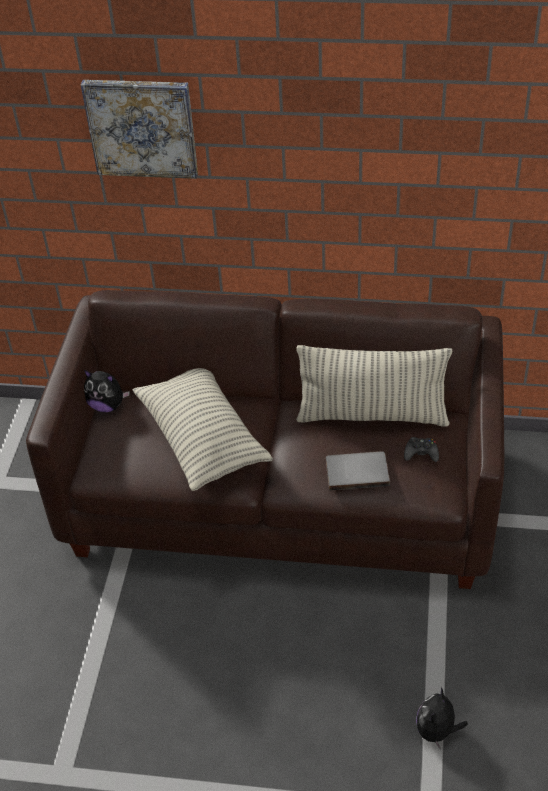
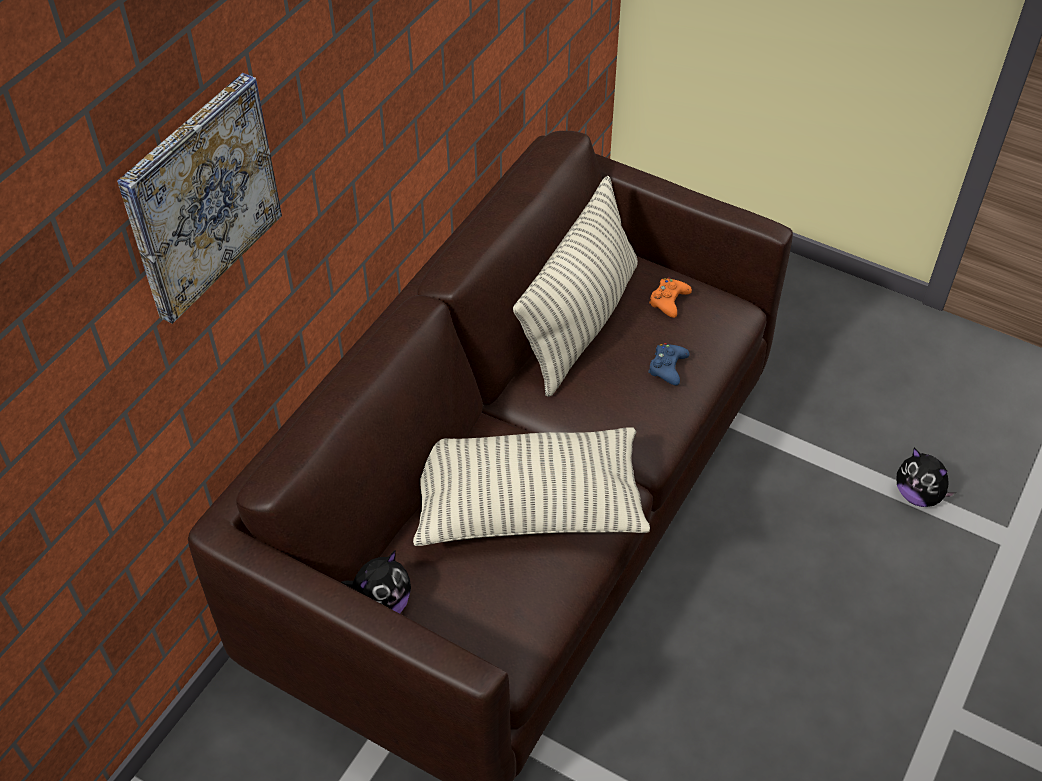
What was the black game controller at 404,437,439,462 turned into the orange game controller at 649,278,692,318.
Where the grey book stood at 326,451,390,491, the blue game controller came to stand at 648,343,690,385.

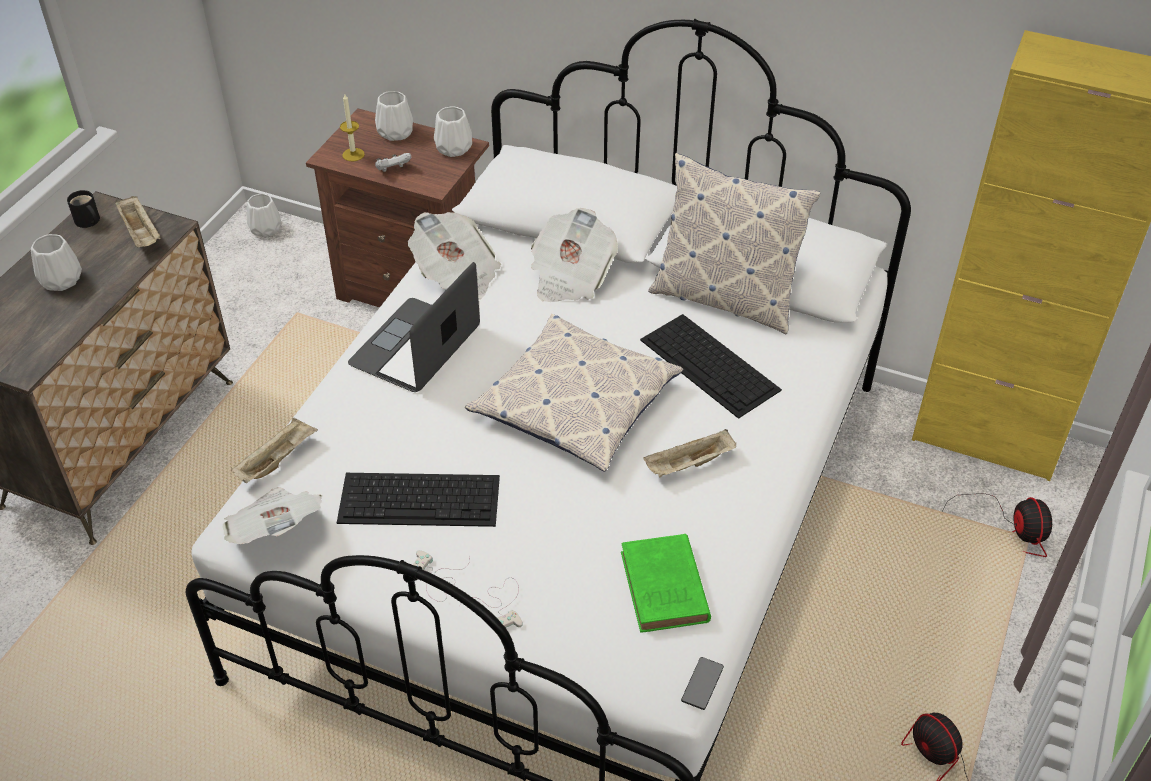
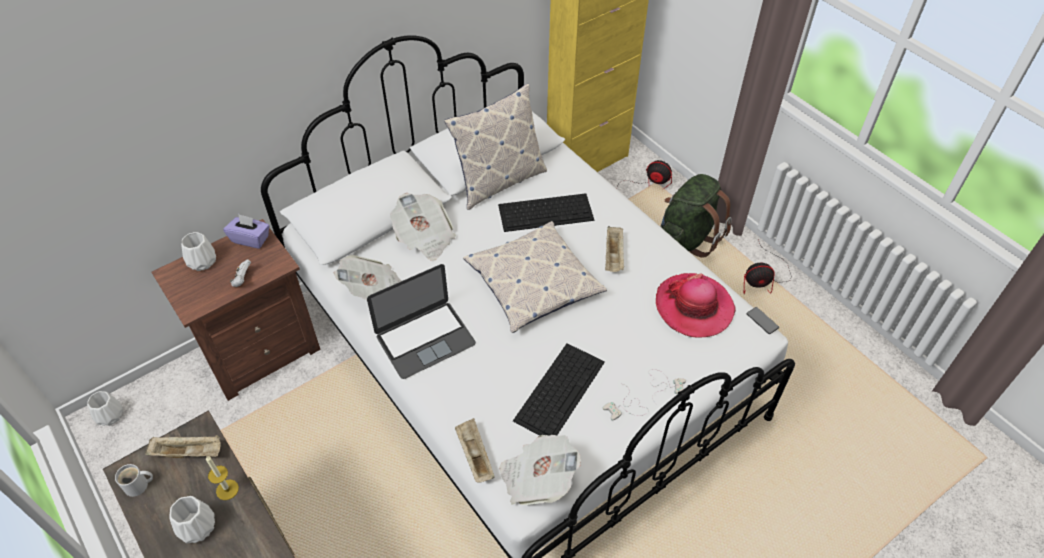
The candle ended up elsewhere, having gone from 340,94,365,161 to 206,456,239,500.
Where the white vase stood at 434,106,472,157, the purple tissue box came to stand at 223,214,270,249.
What was the black mug at 67,190,100,228 turned into the white mug at 115,464,153,497.
The laptop at 348,262,480,392 ended up facing another way, 90 degrees counterclockwise from before.
Where the green book stood at 621,534,711,633, the hat came to stand at 656,273,736,337.
The second view gained the green backpack at 661,174,732,258.

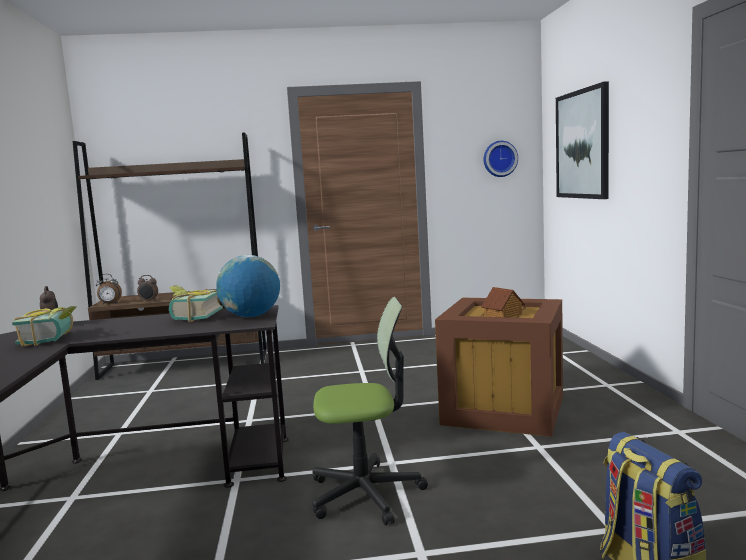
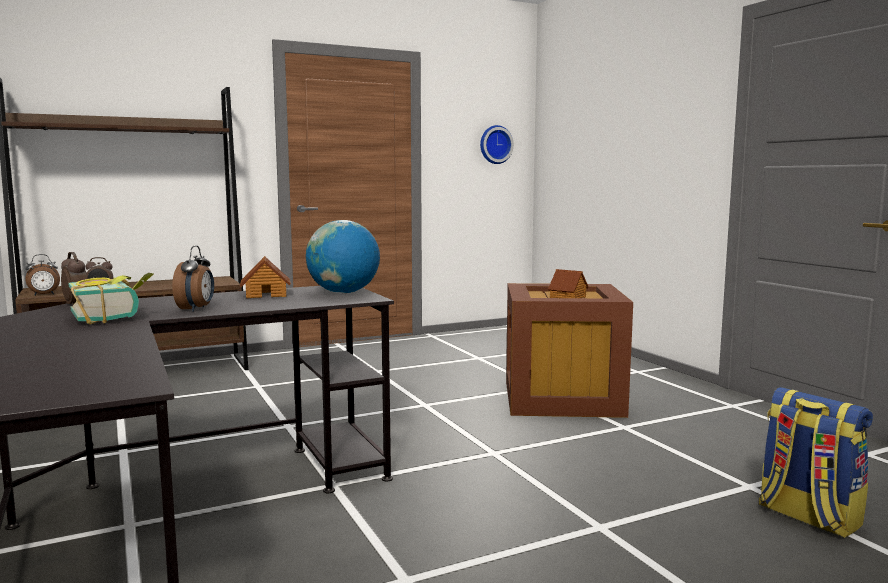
The second view lost the picture at 556,81,609,199.
Where the book stood at 169,285,223,322, the toy house came to stand at 240,256,291,298.
The second view lost the office chair at 312,297,428,525.
The second view gained the alarm clock at 172,245,214,312.

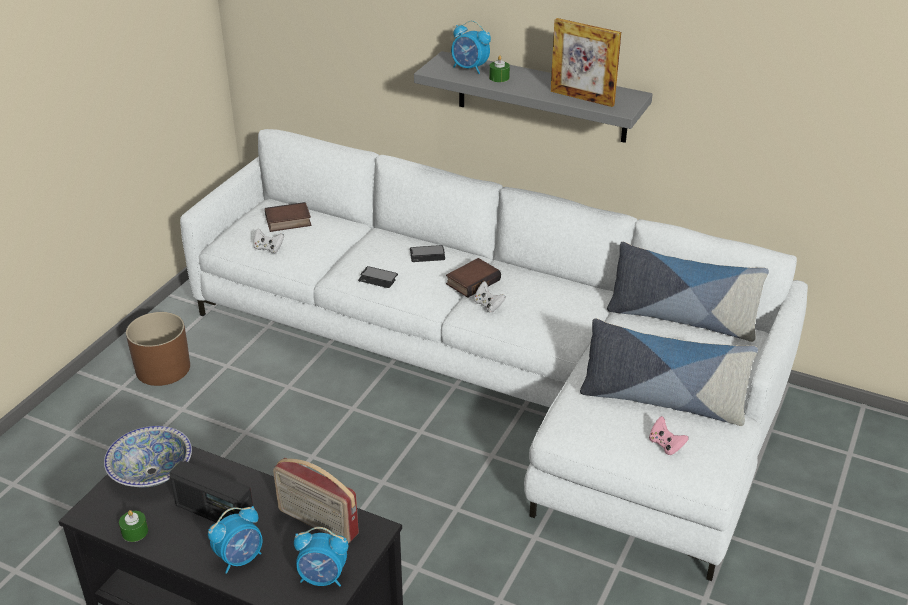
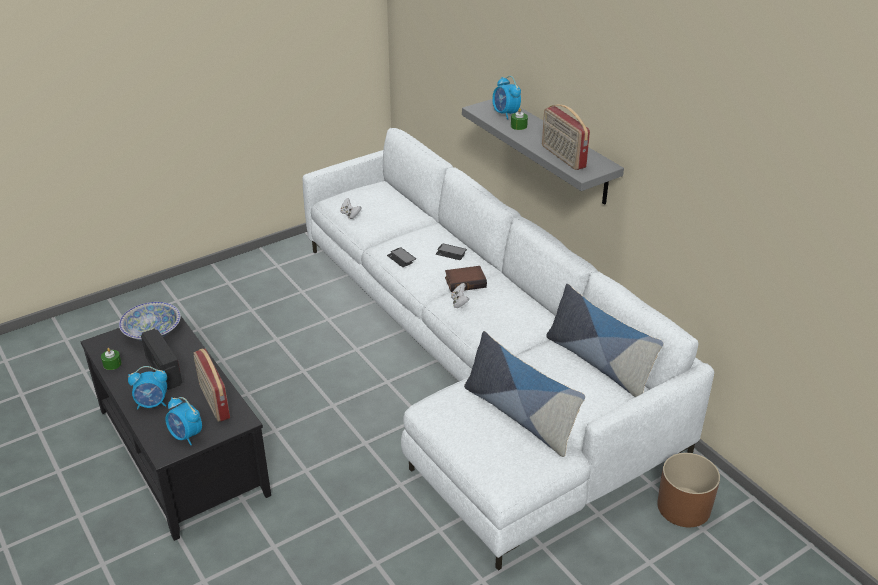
Where the picture frame stood at 551,18,621,107, the radio came to stand at 542,104,590,170.
The second view lost the book at 265,202,311,232.
The brown planter ended up elsewhere, having gone from 126,312,190,386 to 657,453,720,527.
The second view lost the pink game controller at 649,416,688,455.

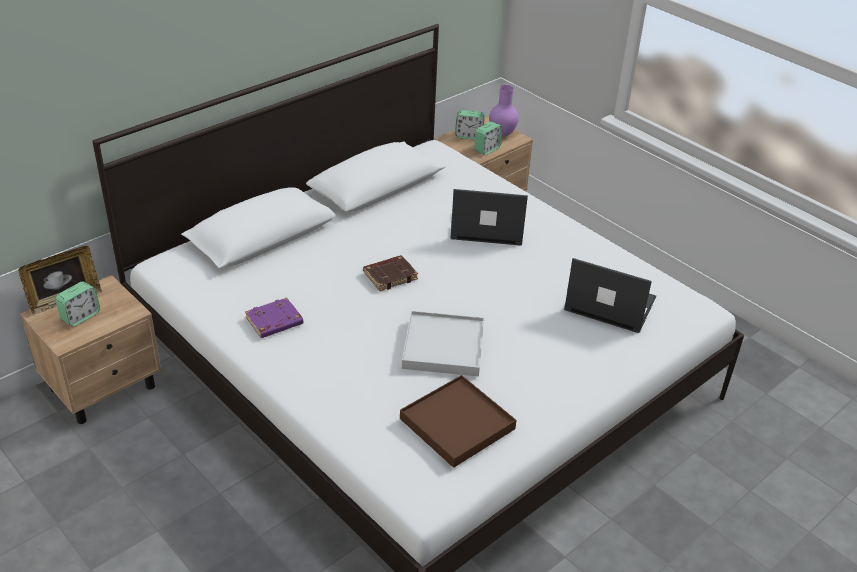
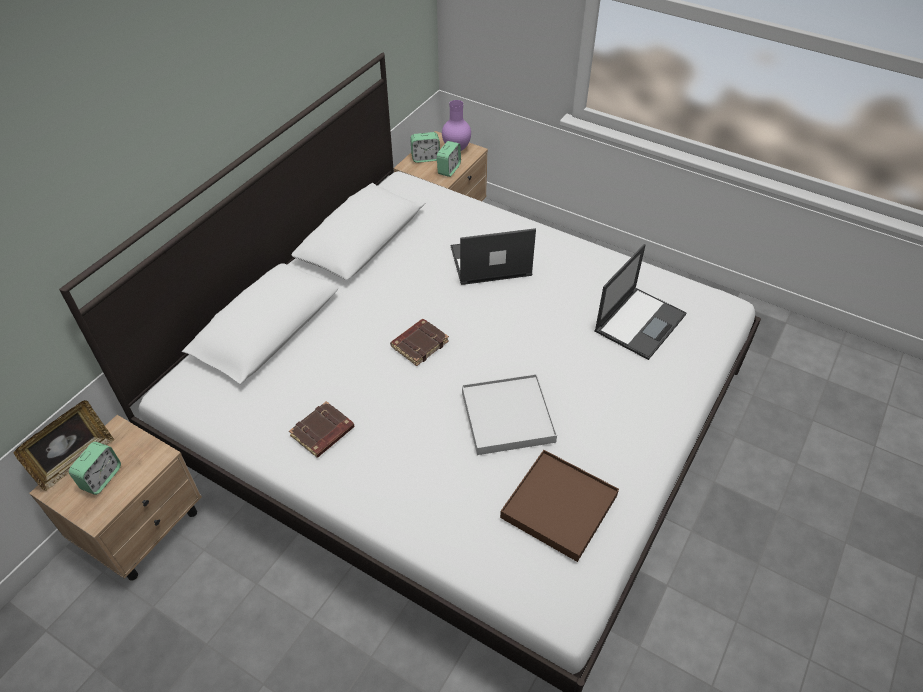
The laptop at 564,258,656,333 ended up facing another way, 120 degrees clockwise from before.
What was the purple book at 245,297,303,338 turned into the brown book at 289,401,354,458.

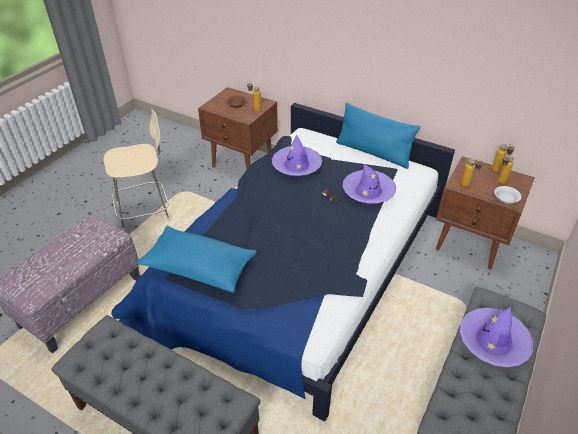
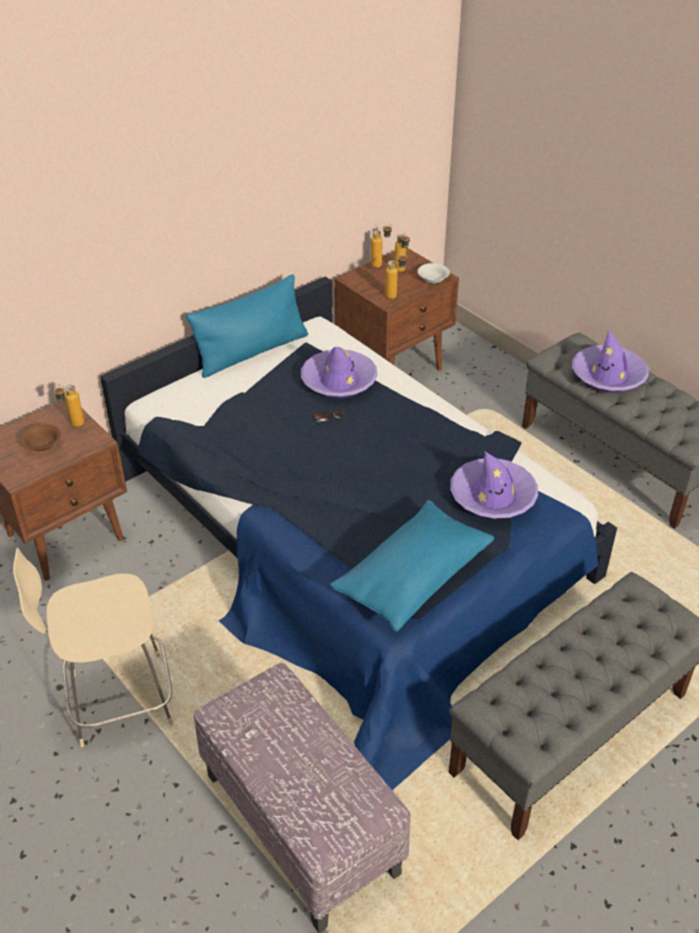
The beige chair at 104,109,170,232 ended up facing another way, 105 degrees counterclockwise from before.
The purple hat ended up elsewhere, having gone from 272,134,322,177 to 450,452,538,519.

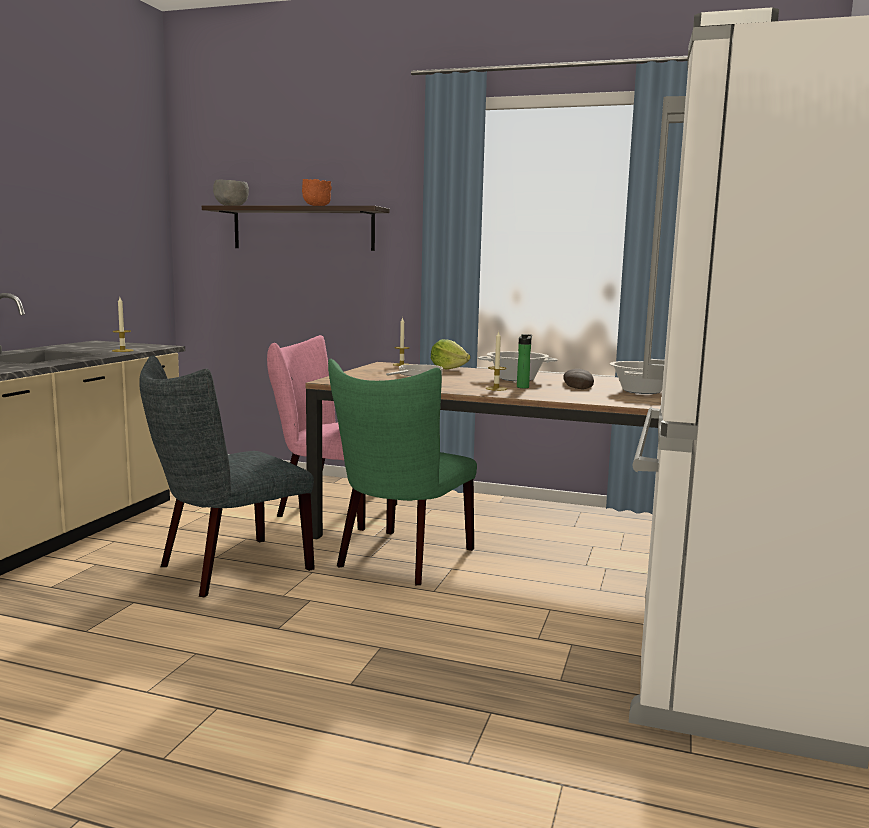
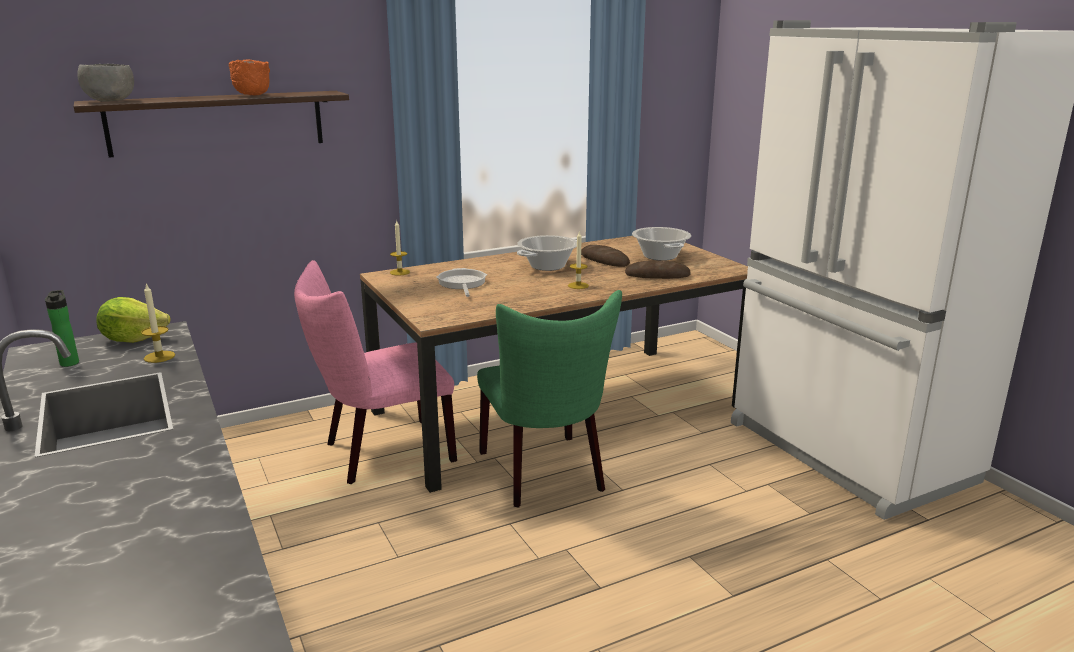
The bottle ended up elsewhere, having gone from 517,334,532,388 to 45,290,79,367.
The lettuce ended up elsewhere, having gone from 431,339,470,369 to 96,297,171,343.
The second view lost the grey chair at 139,355,315,597.
The second view gained the bread at 625,260,691,279.

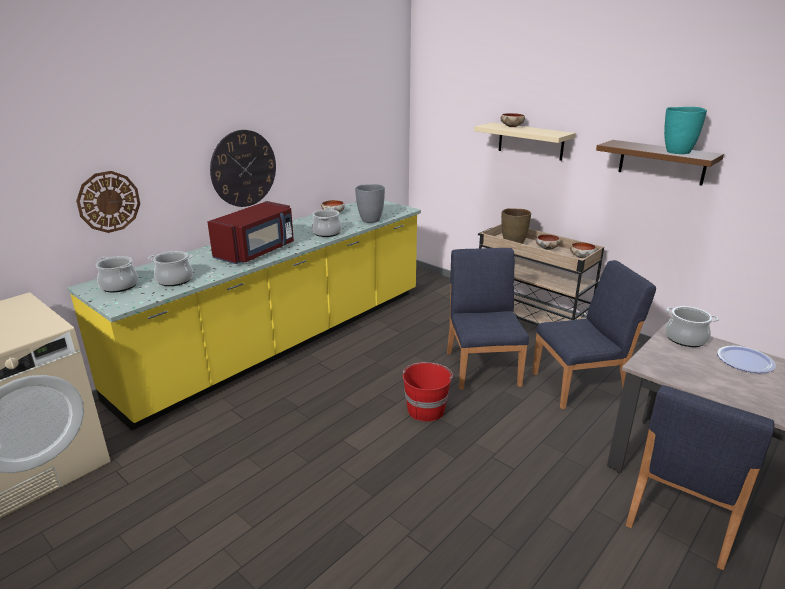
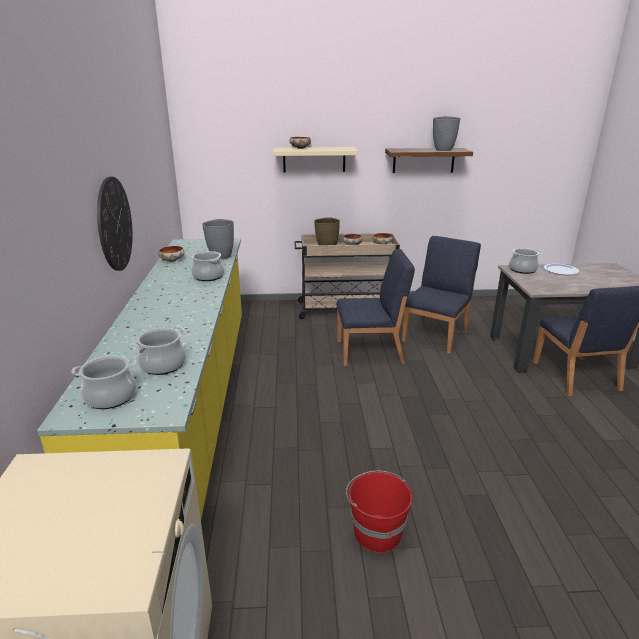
What was the turquoise vase at 664,107,707,154 turned into the grey vase at 433,116,460,151.
The second view lost the wall clock at 76,171,140,233.
The second view lost the red microwave at 207,201,294,264.
The blue chair at 447,248,529,390 ended up facing another way, 135 degrees clockwise from before.
The red bucket ended up elsewhere, having gone from 403,362,453,422 to 346,471,412,553.

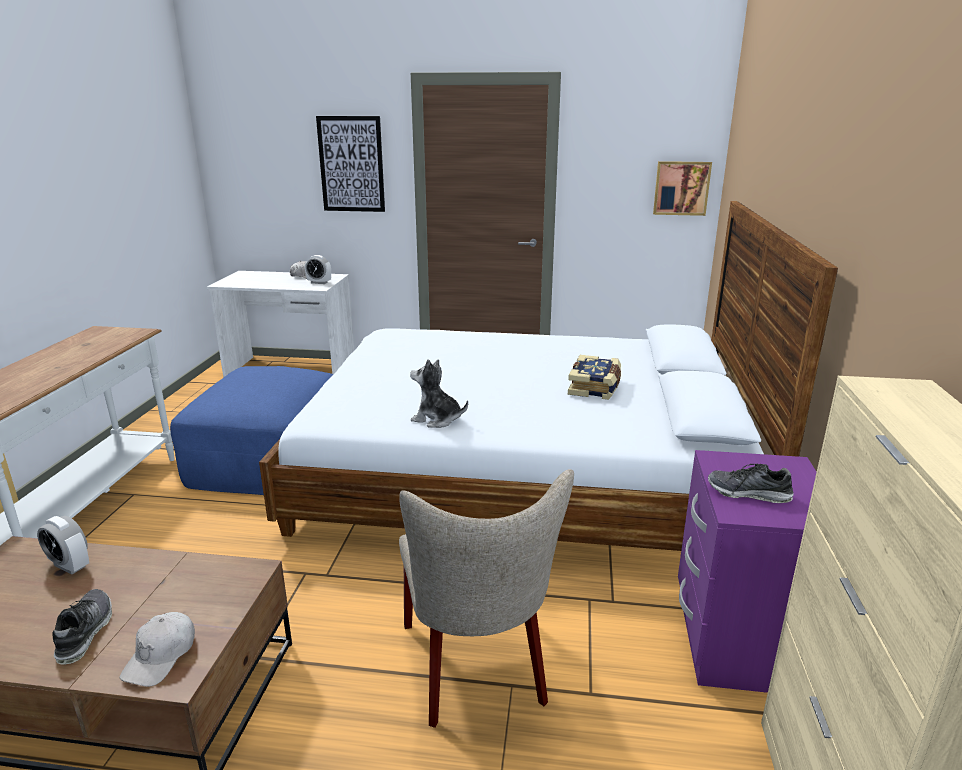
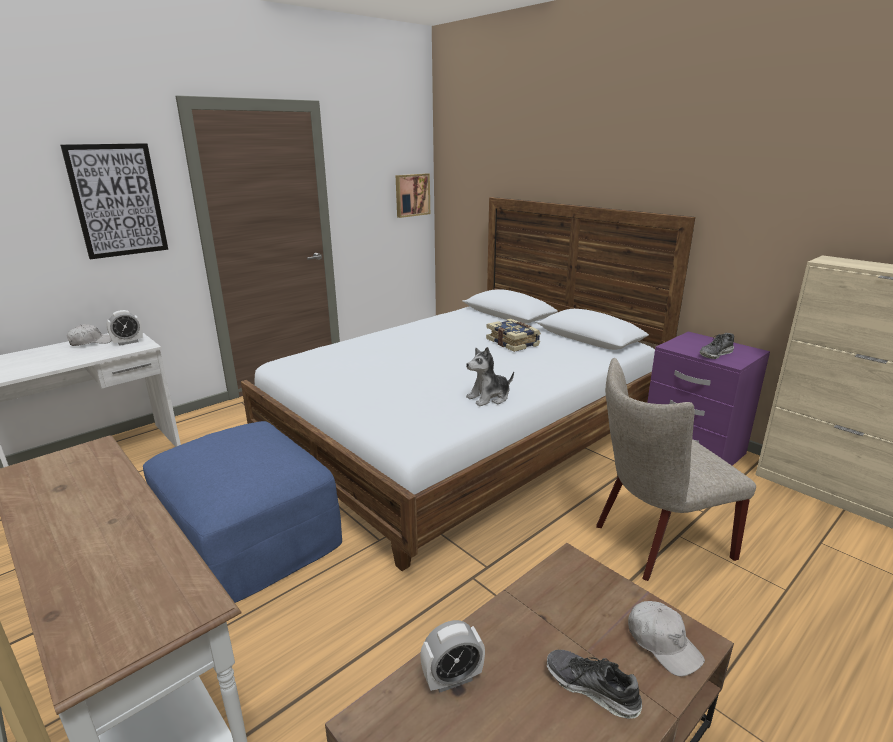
The beige chair at 399,469,574,728 ended up facing another way, 135 degrees clockwise from before.

